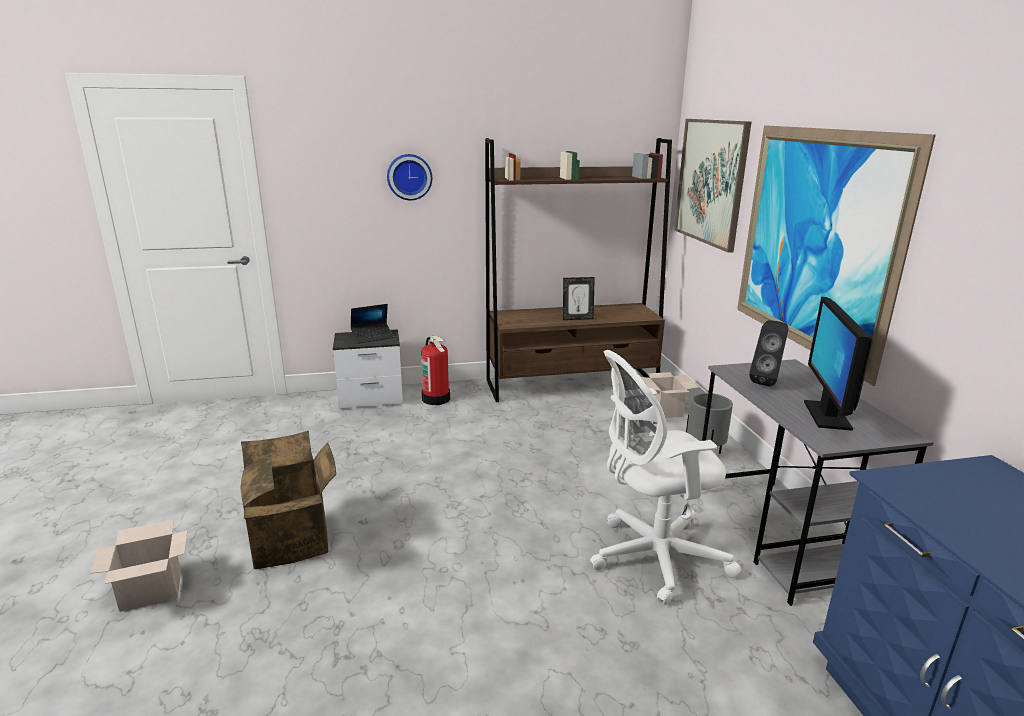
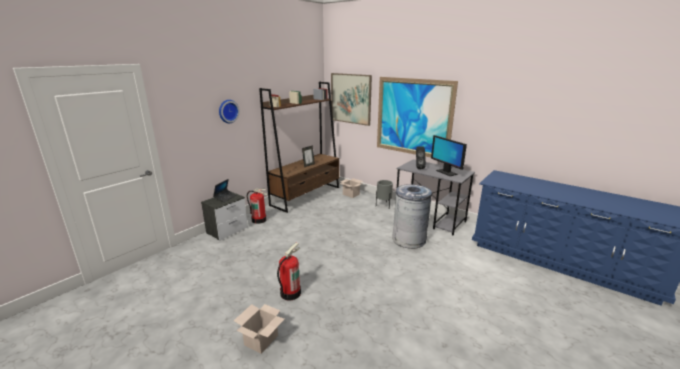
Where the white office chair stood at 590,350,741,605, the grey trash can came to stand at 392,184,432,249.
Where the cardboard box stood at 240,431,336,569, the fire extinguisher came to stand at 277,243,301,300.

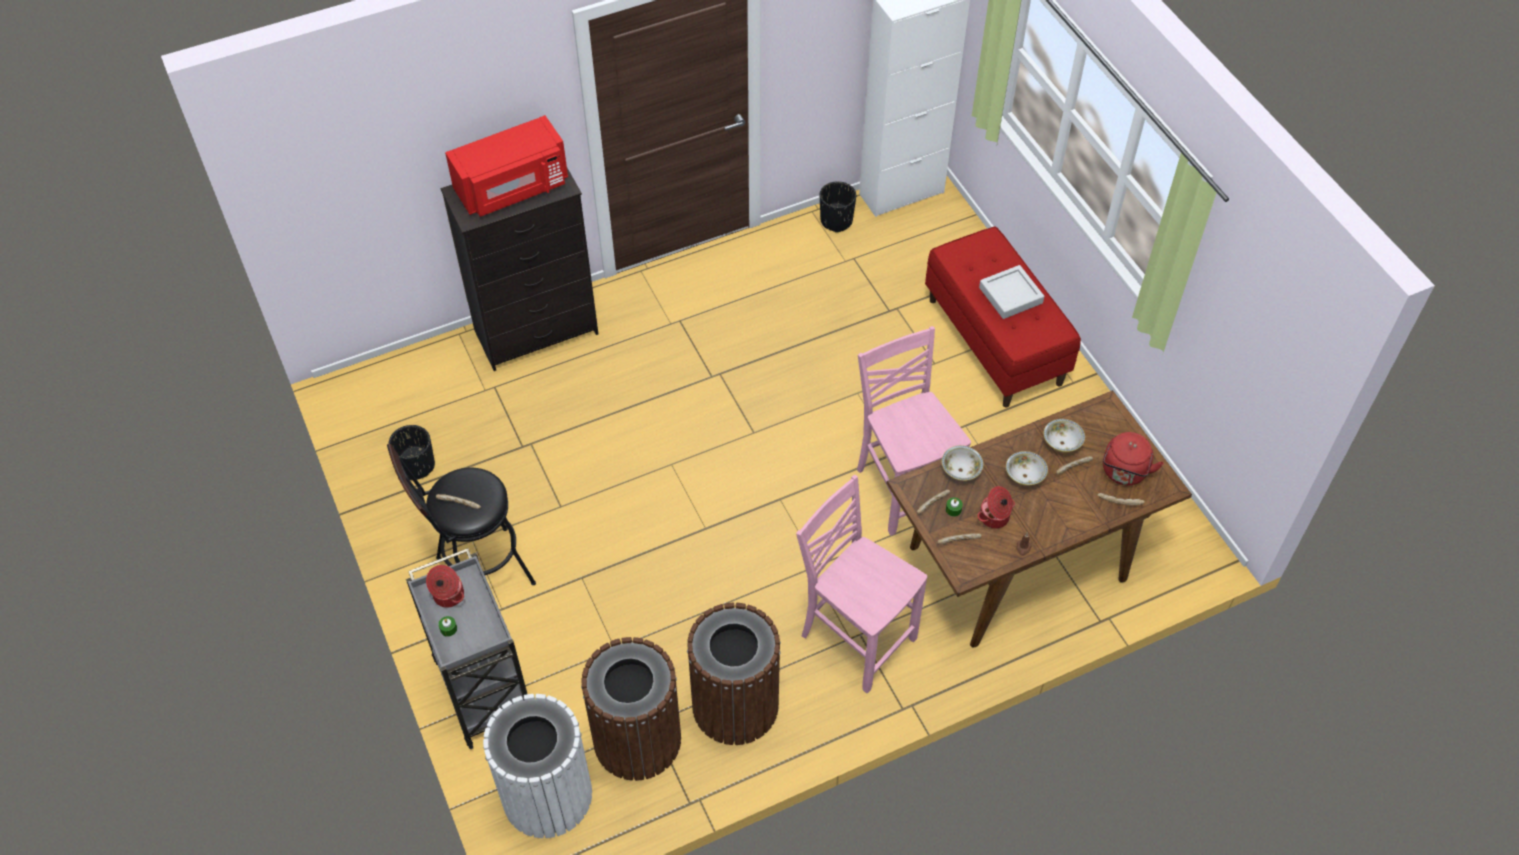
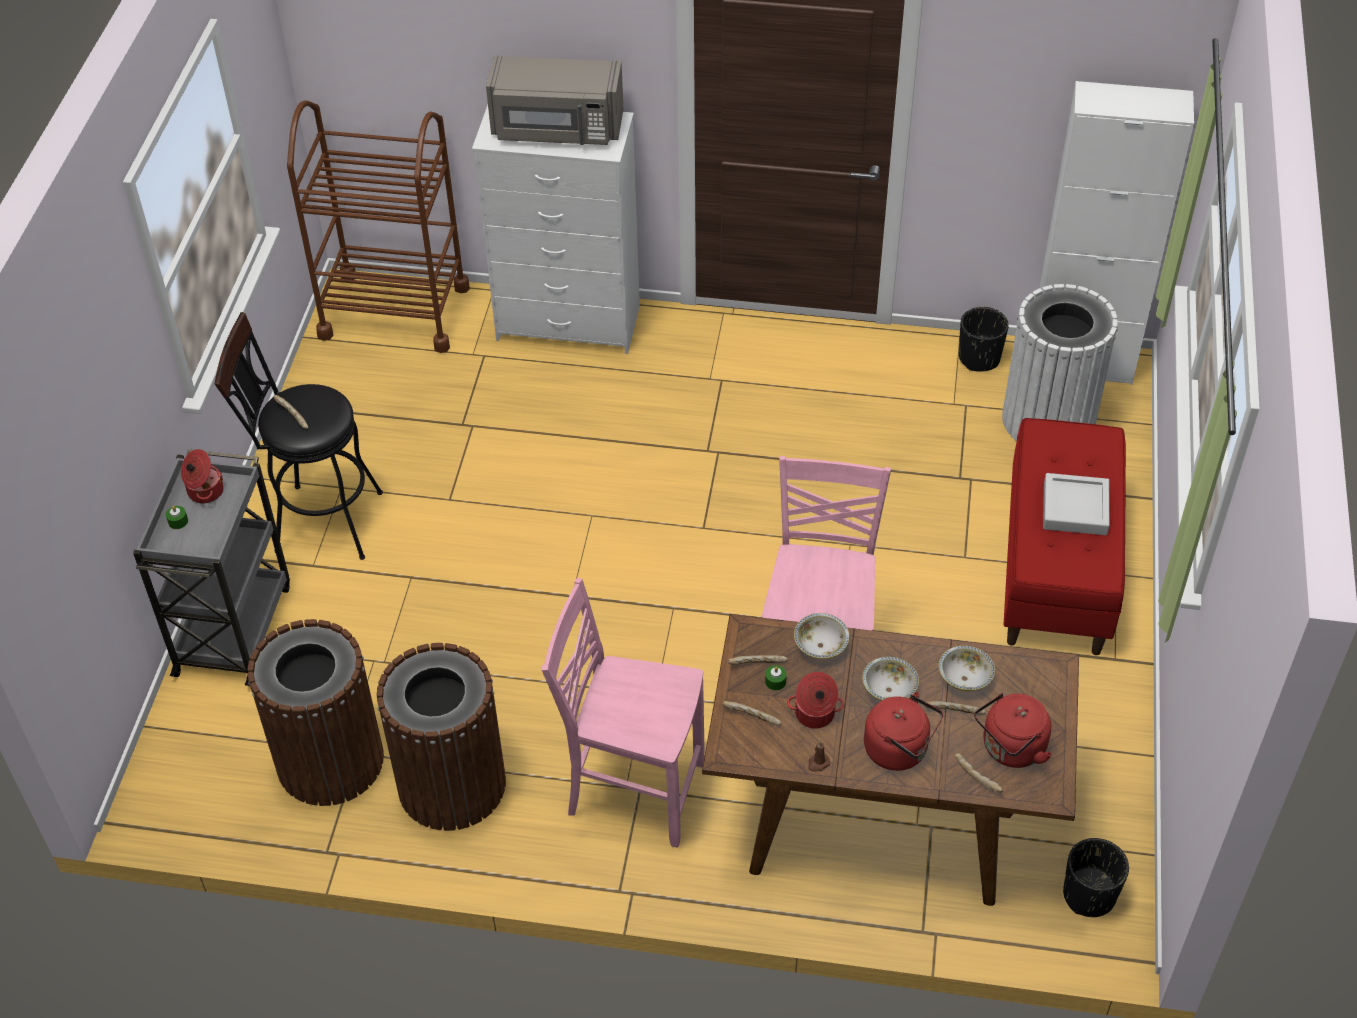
What was the red microwave at 445,115,568,217 turned into the grey microwave at 486,56,623,145.
What was the black dresser at 440,168,598,371 turned into the white dresser at 472,105,640,354.
The black planter ended up elsewhere, having gone from 388,425,435,480 to 1063,838,1129,917.
The pink chair at 796,475,927,693 ended up facing another way, 60 degrees counterclockwise from before.
The white trash can ended up elsewhere, having gone from 483,694,592,838 to 1002,284,1118,441.
The second view gained the brown cart at 287,100,470,353.
The second view gained the red kettle at 864,692,943,771.

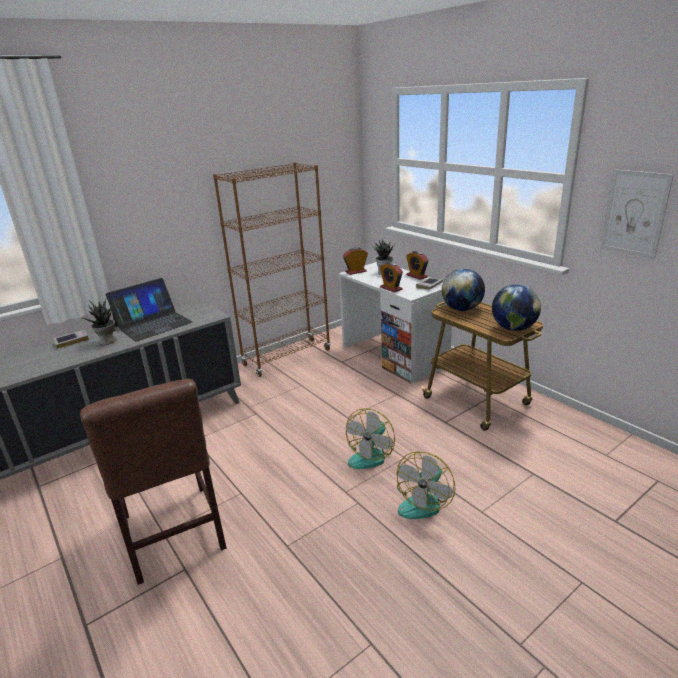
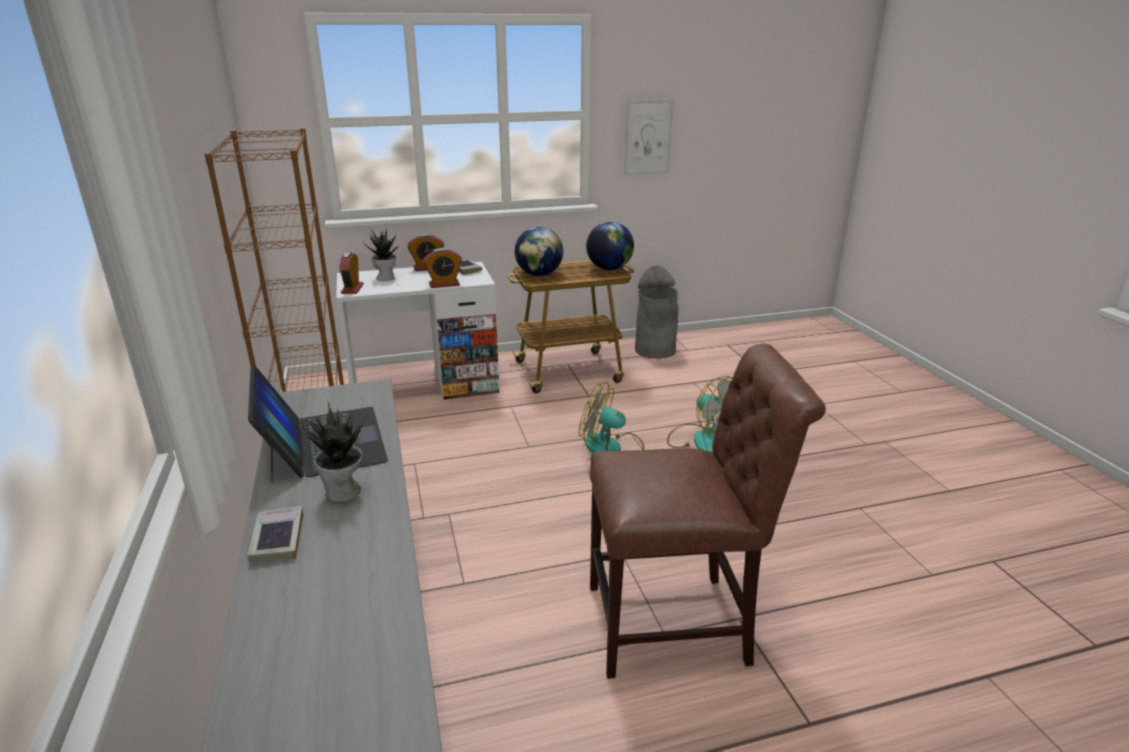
The fan at 346,408,395,469 ended up facing another way, 150 degrees clockwise from before.
The second view gained the grey trash can at 635,265,679,359.

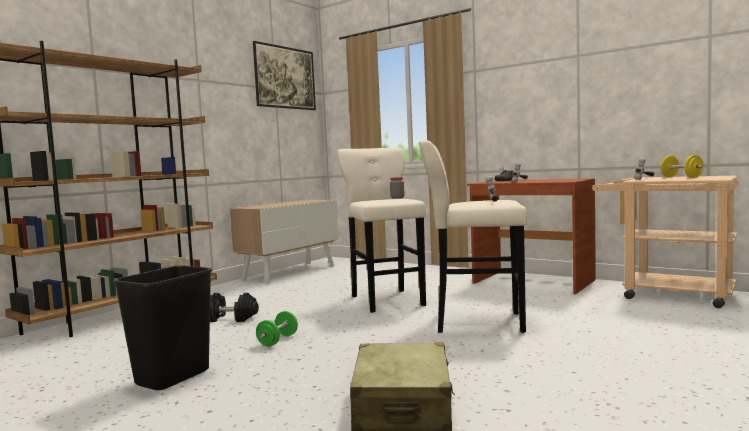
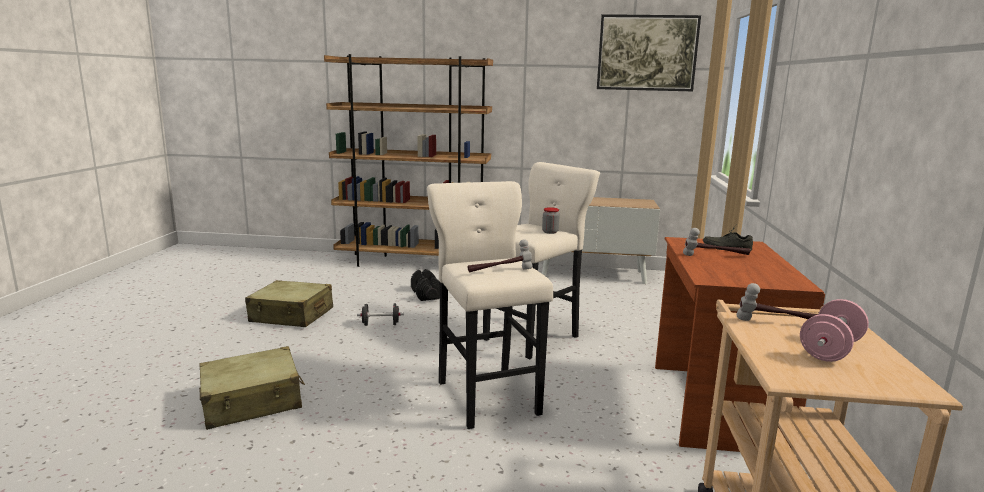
What was the yellow dumbbell at 661,155,704,178 turned into the pink dumbbell at 800,299,869,362.
Where the black trash can stood at 113,266,212,390, the beige suitcase came to stand at 245,280,333,327.
What was the green dumbbell at 256,311,298,347 turned into the black dumbbell at 357,303,404,326.

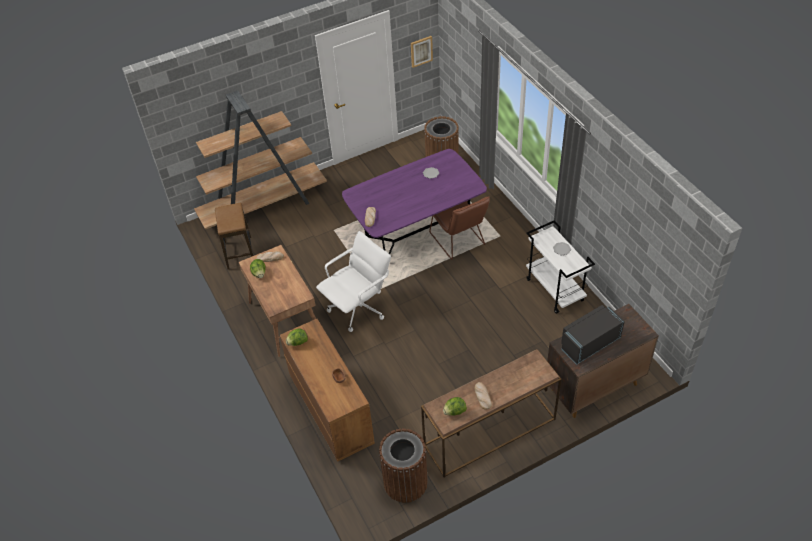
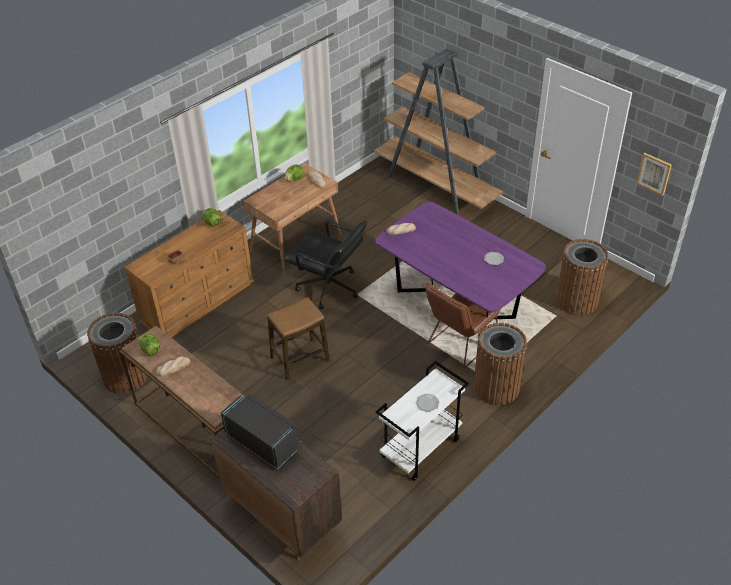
The stool ended up elsewhere, having gone from 215,203,254,269 to 267,297,329,380.
What was the white office chair at 316,231,391,332 turned into the black office chair at 284,221,367,309.
The second view gained the brown trash can at 474,323,527,405.

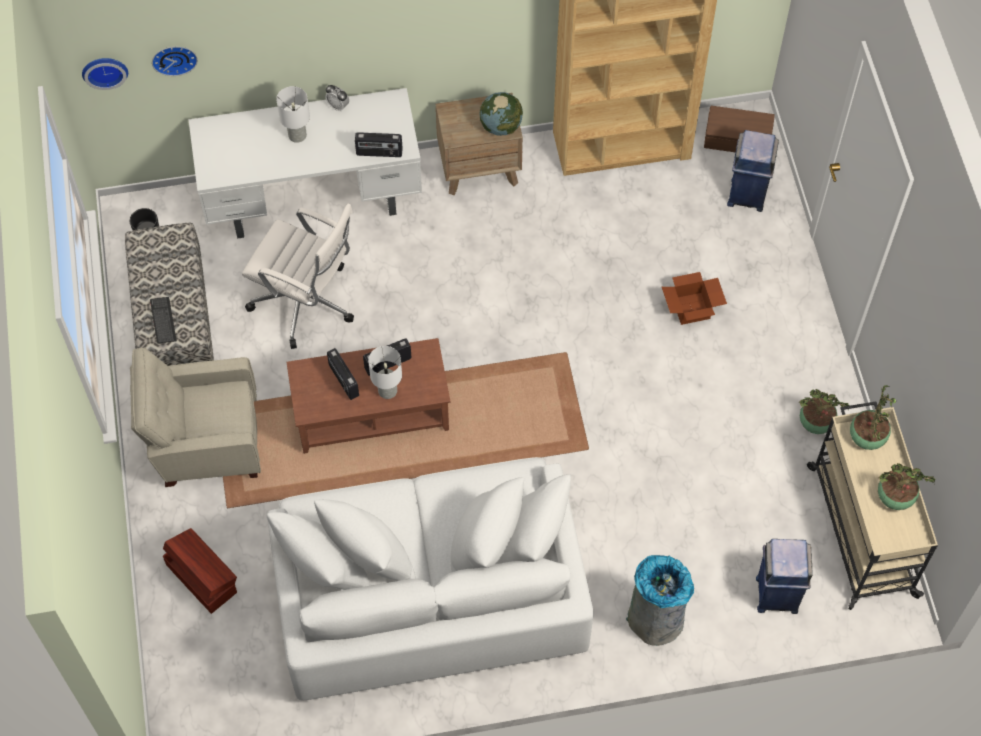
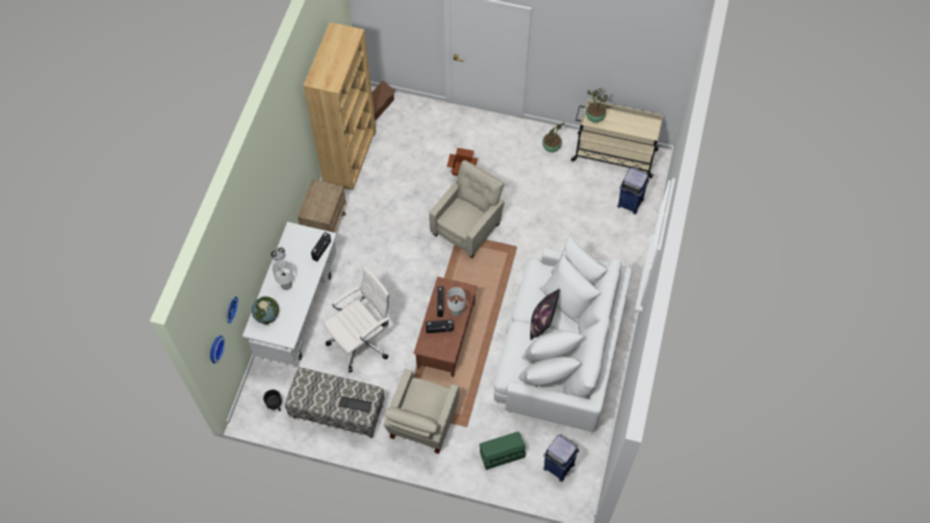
The globe ended up elsewhere, having gone from 479,92,523,136 to 252,296,279,324.
The blue trash can ended up elsewhere, having gone from 727,130,779,212 to 543,434,579,482.
The second view lost the potted plant at 878,463,936,510.
What was the brown storage box at 163,528,237,614 turned into the green storage box at 479,431,526,470.
The second view lost the grey trash can at 626,555,694,646.
The second view gained the beige armchair at 429,160,505,258.
The second view gained the pillow at 530,289,560,340.

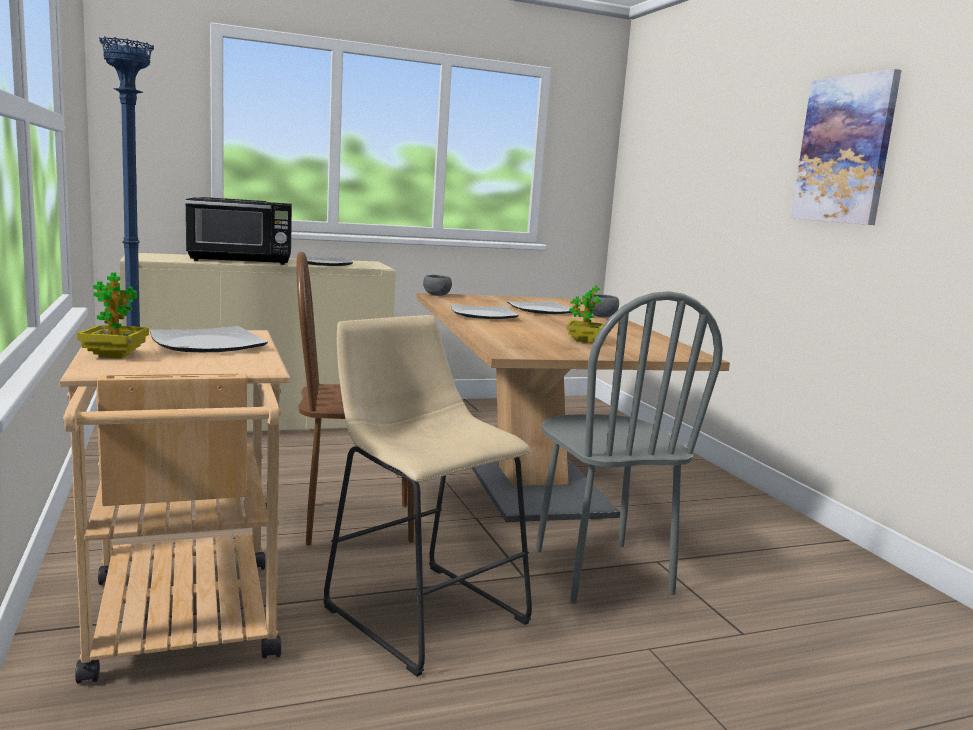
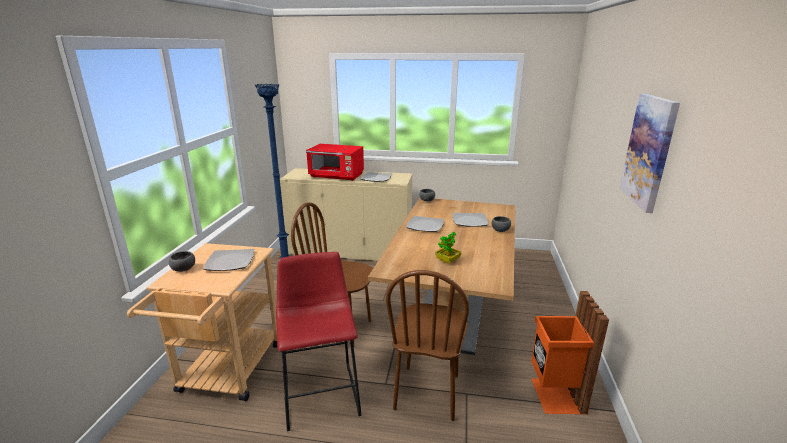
What was the black microwave at 185,197,292,265 turned into the red microwave at 306,144,364,181.
Where the potted plant stood at 77,272,149,359, the grey bowl came to stand at 169,251,195,272.
What was the grey chair at 536,291,723,603 turned into the brown chair at 386,270,469,421.
What was the beige stool at 323,315,532,677 turned into the red stool at 276,252,361,431.
The second view gained the orange trash can at 531,291,609,414.

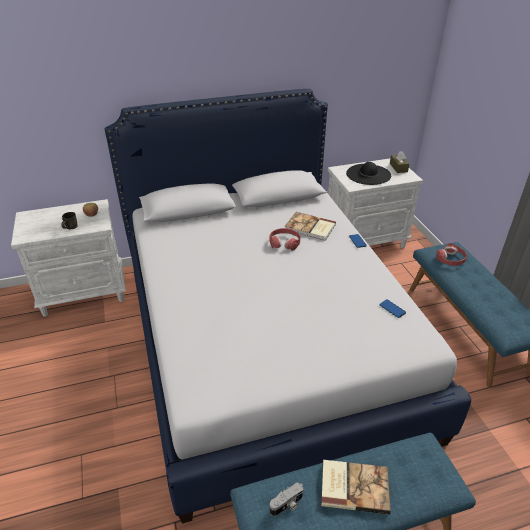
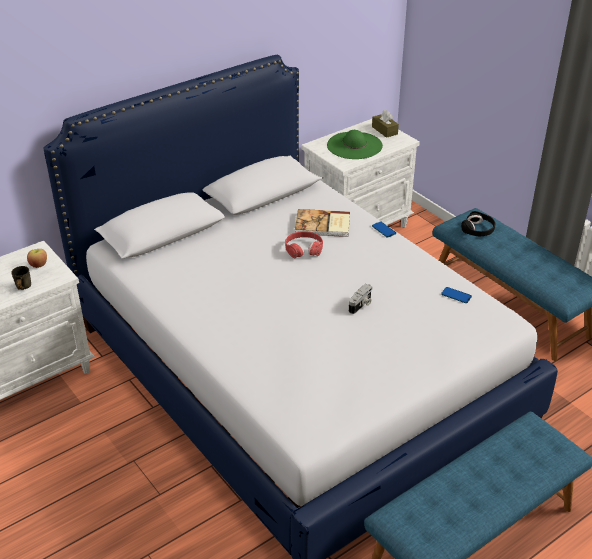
What was the black hat at 346,162,391,185 turned into the green hat at 327,130,383,159.
What was the red headphones at 436,243,467,266 turned into the black headphones at 461,211,495,236.
The second view lost the book at 321,460,391,515.
The photo camera ended up elsewhere, having gone from 270,482,304,516 to 349,284,372,314.

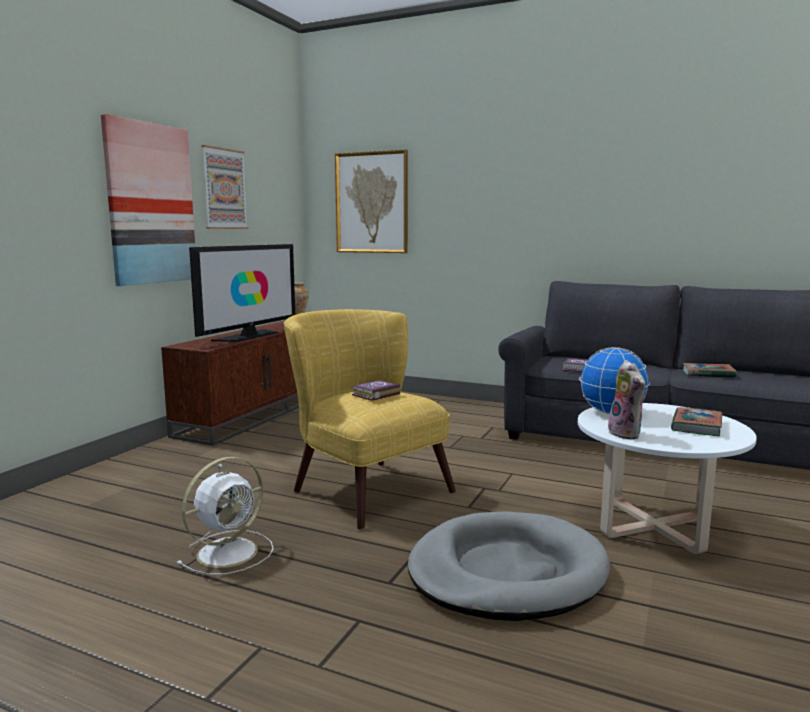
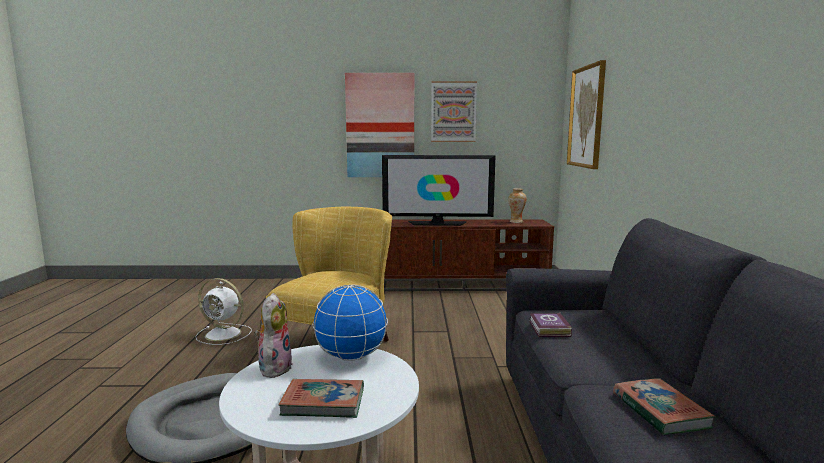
The plush toy at 608,360,645,439 ended up facing another way, 135 degrees clockwise from before.
The second view lost the book at 352,380,400,401.

